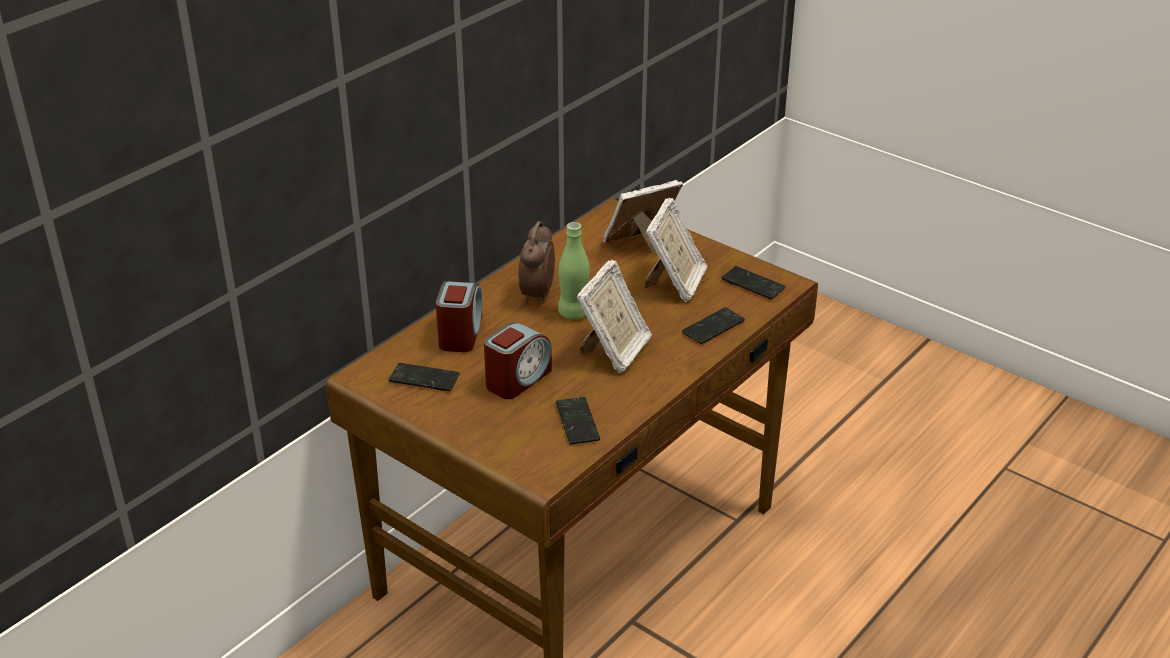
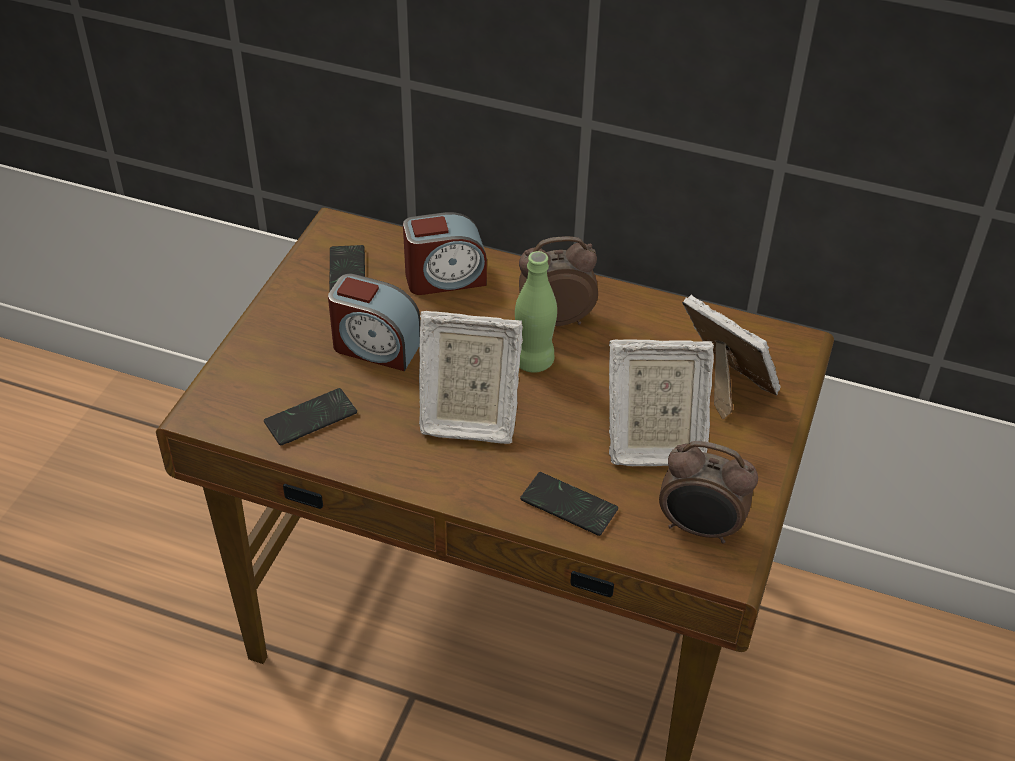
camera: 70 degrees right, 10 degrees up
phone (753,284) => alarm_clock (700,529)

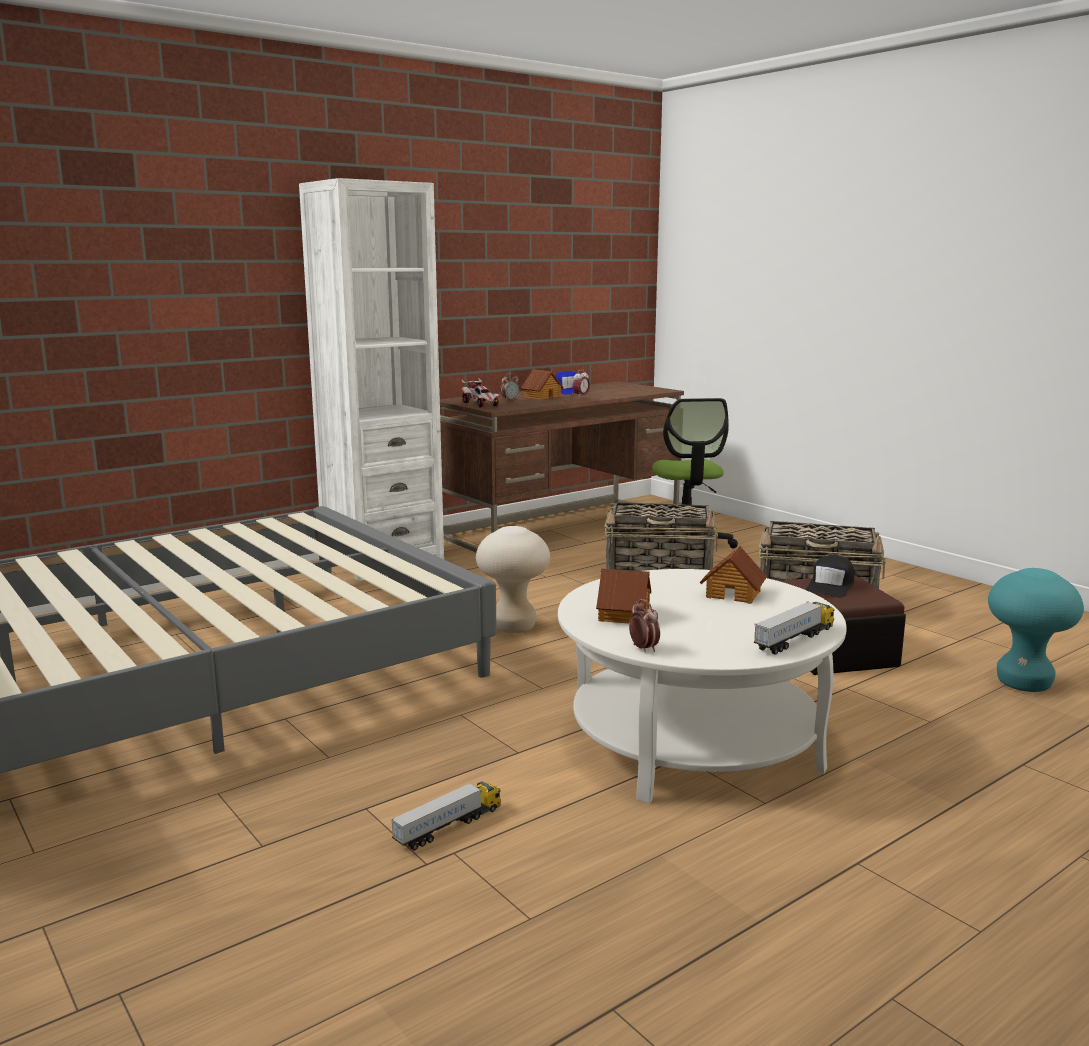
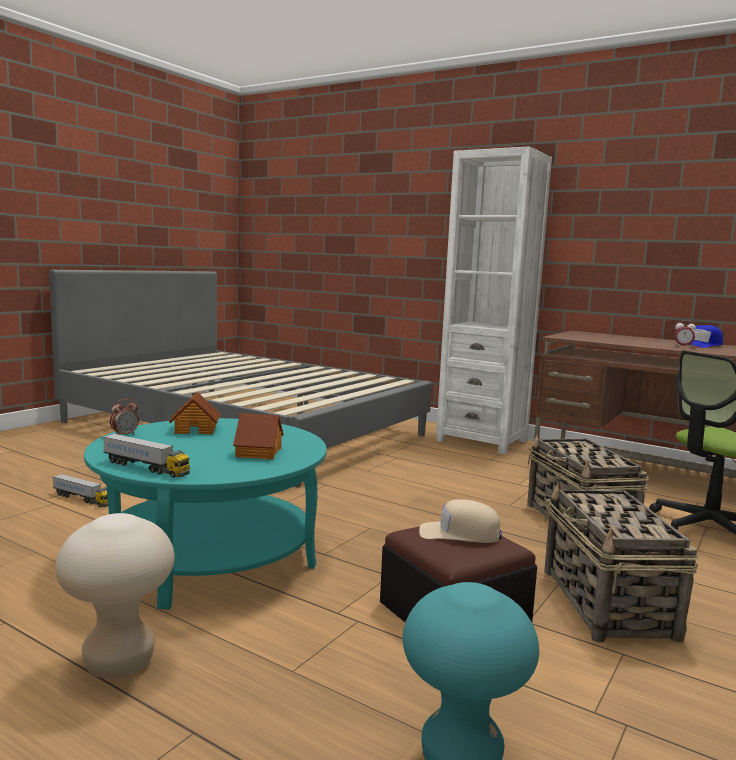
camera: 70 degrees right, 5 degrees down
toy_car (481,404) => nothing
alarm_clock (510,400) => nothing
toy_house (542,397) => nothing
beige_stool (513,627) => beige_stool (119,663), shifted
white_coffee_table (693,740) => turquoise_coffee_table (210,554)
black_cap (830,586) => beige_cap (459,534)

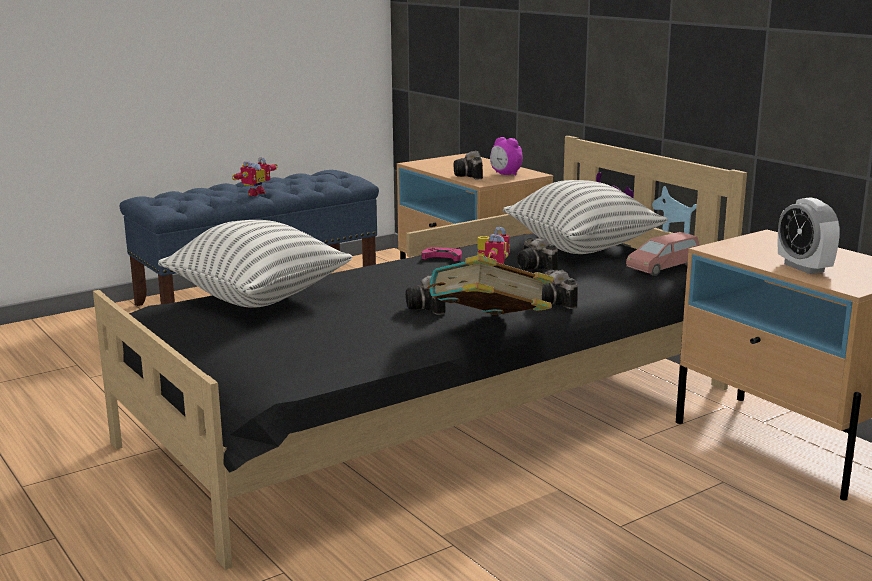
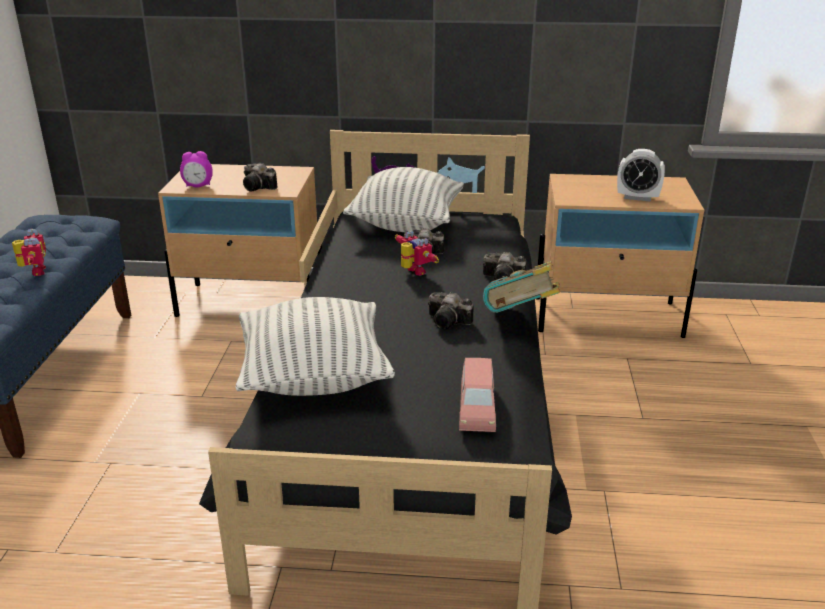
camera: 50 degrees left, 10 degrees up
pink_game_controller (442,257) => nothing
alarm_clock (505,174) => alarm_clock (198,186), shifted
pink_toy_car (663,267) => pink_toy_car (477,408), shifted

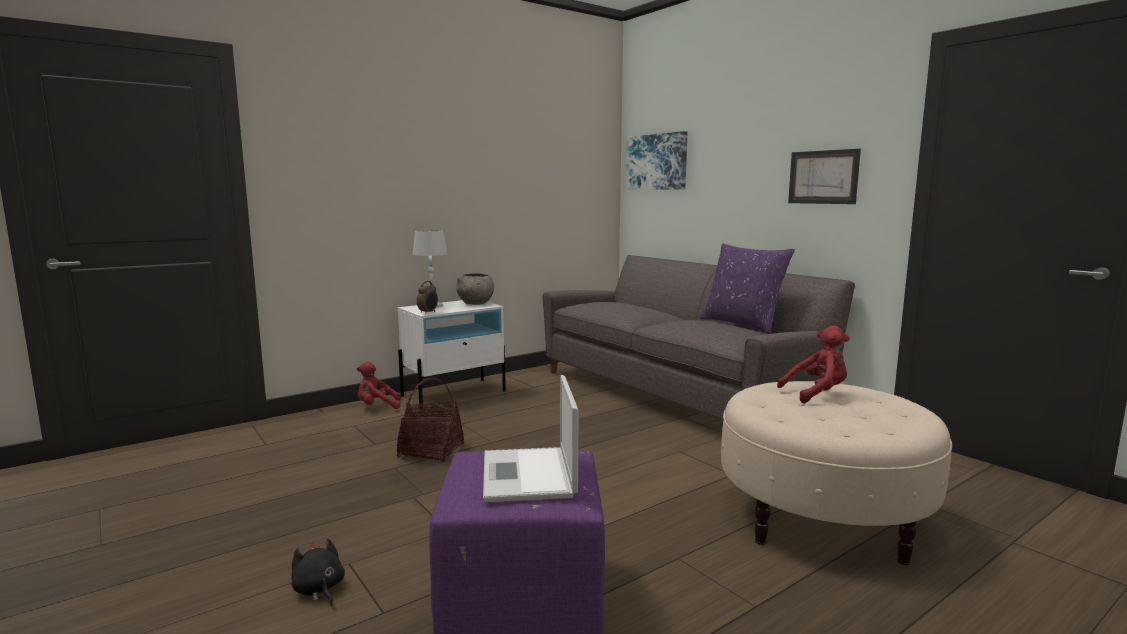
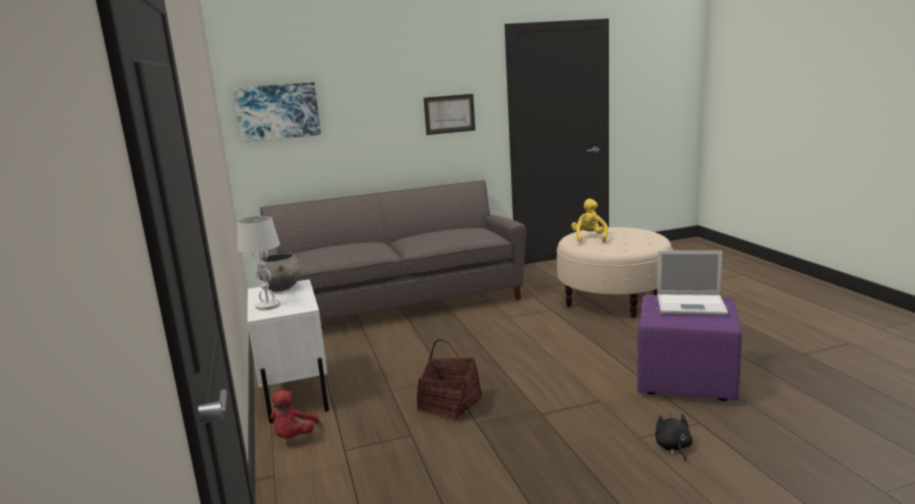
camera: 70 degrees left, 5 degrees up
alarm_clock (428,313) => nothing
purple_pillow (742,324) => nothing
red_plush_toy (817,394) => yellow_plush_toy (589,238)
black_plush_toy (319,589) => black_plush_toy (673,447), 105 degrees clockwise

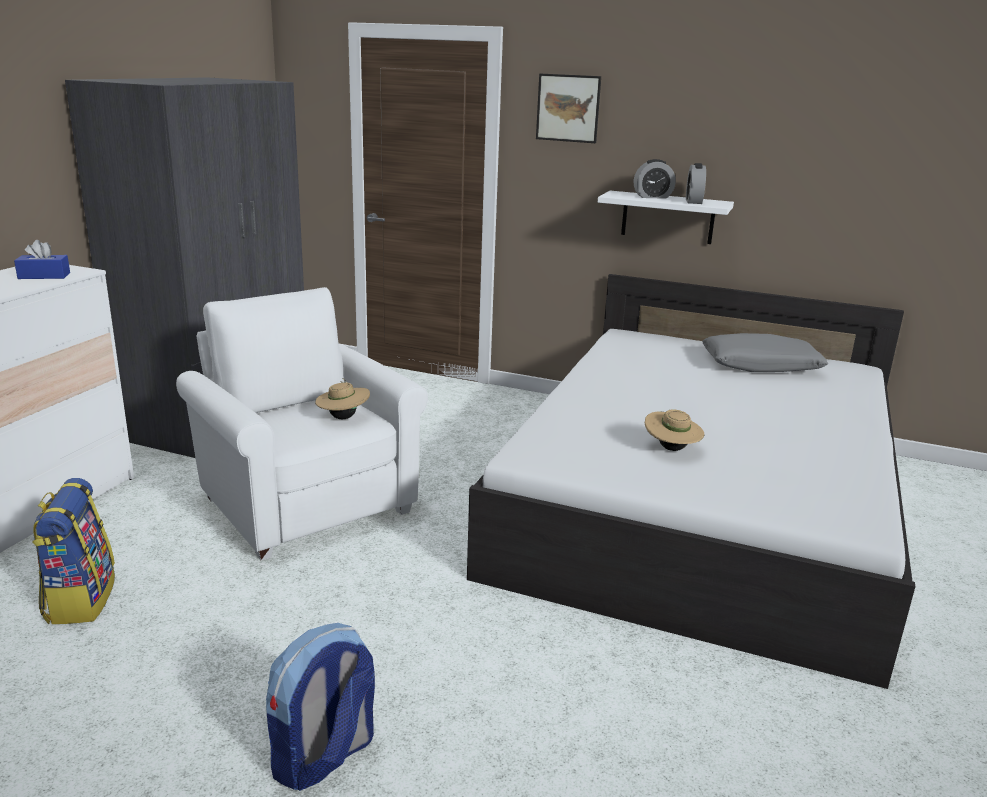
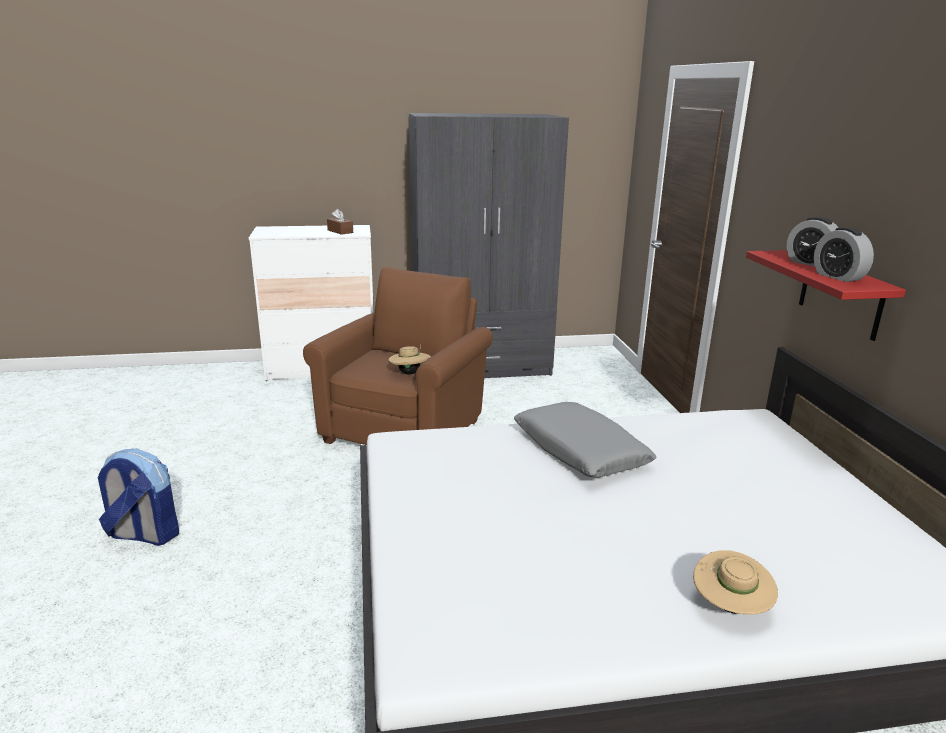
camera: 60 degrees right, 0 degrees up
backpack (80,599) => nothing
picture (568,108) => nothing
beige_hat (671,449) => beige_hat (730,607), shifted
grey_pillow (760,365) => grey_pillow (579,451), shifted
blue_tissue_box (44,276) => brown_tissue_box (340,231)
white_armchair (305,500) => brown_armchair (407,429)
white_shelf (667,217) => red_shelf (840,294)
alarm_clock (693,201) => alarm_clock (838,277), 90 degrees counterclockwise

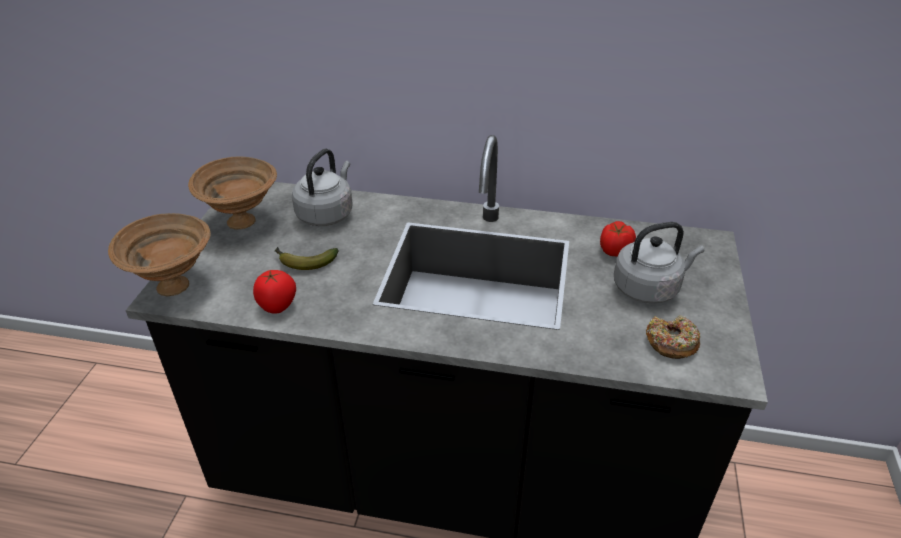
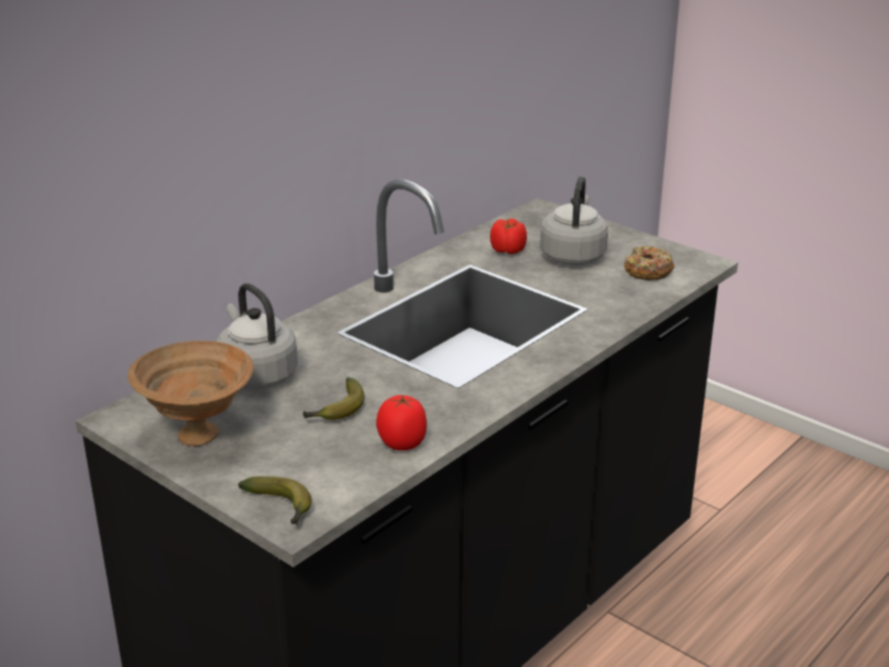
camera: 60 degrees left, 10 degrees down
brown_bowl (175,285) => banana (281,508)

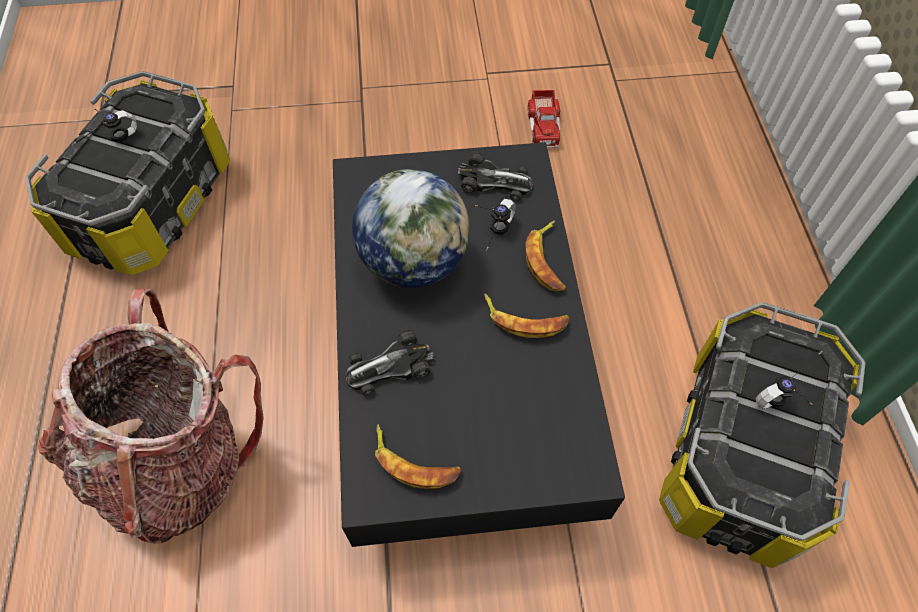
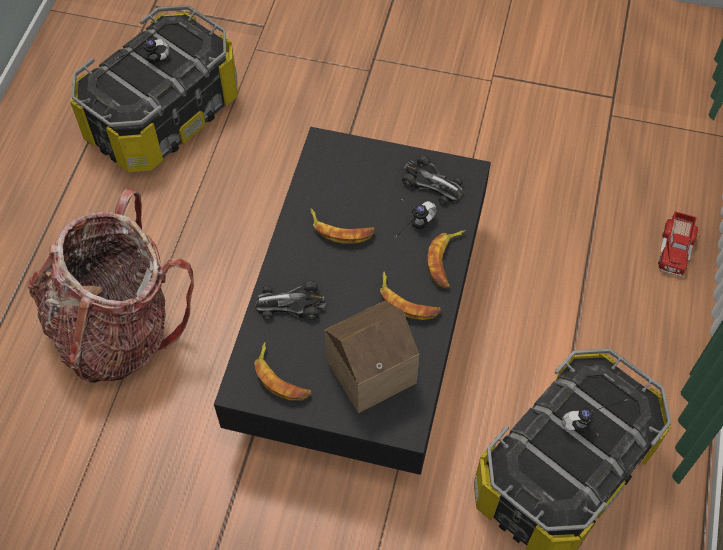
camera: 20 degrees right, 0 degrees up
nothing => toy_house (368,368)
toy_truck (544,125) => toy_truck (675,249), shifted
globe (414,261) => banana (341,230)

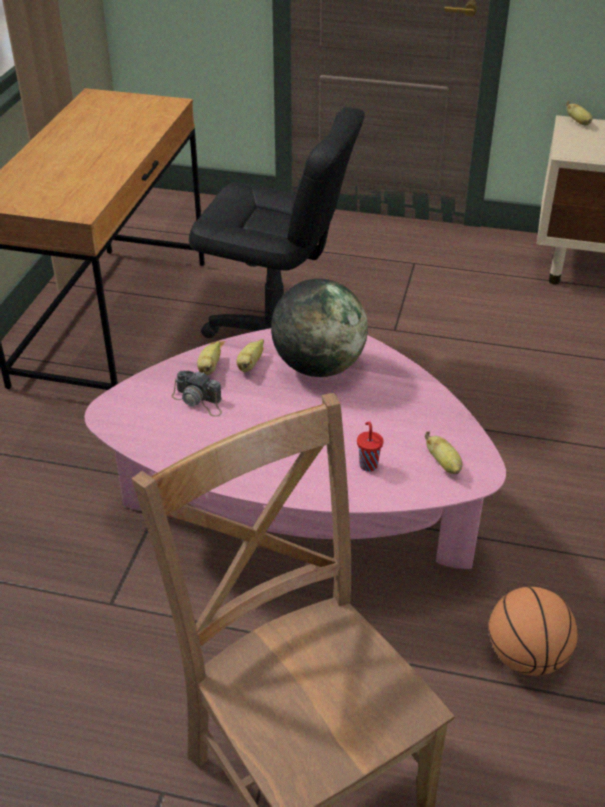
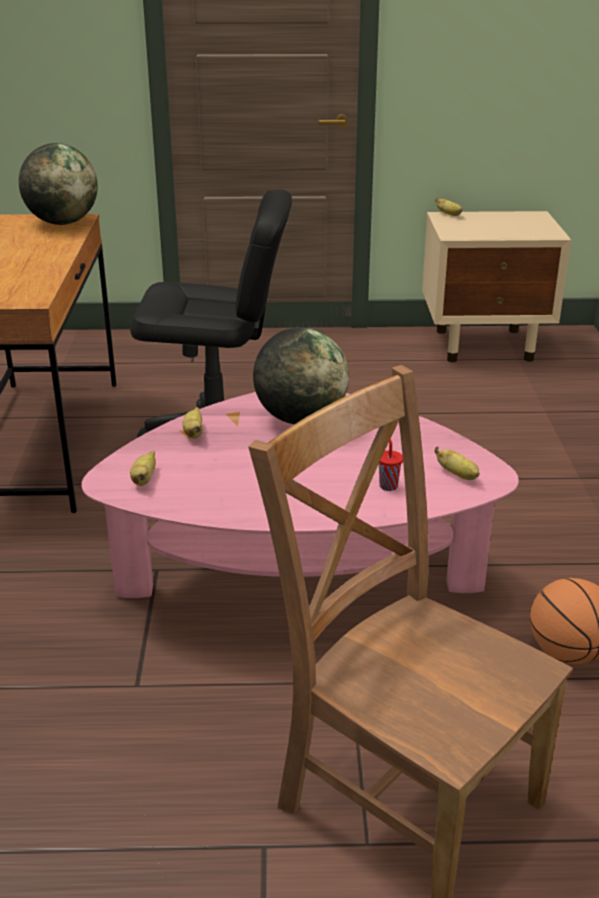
camera: 15 degrees left, 10 degrees down
photo_camera (199,401) => nothing
nothing => globe (62,223)
banana (250,364) => banana (144,479), shifted

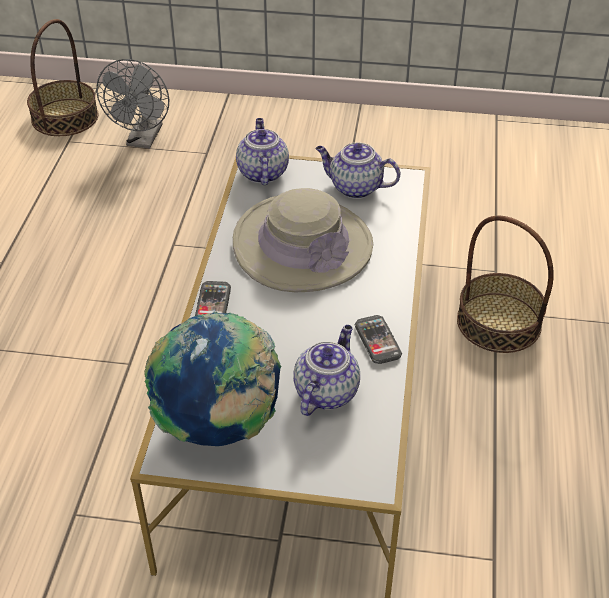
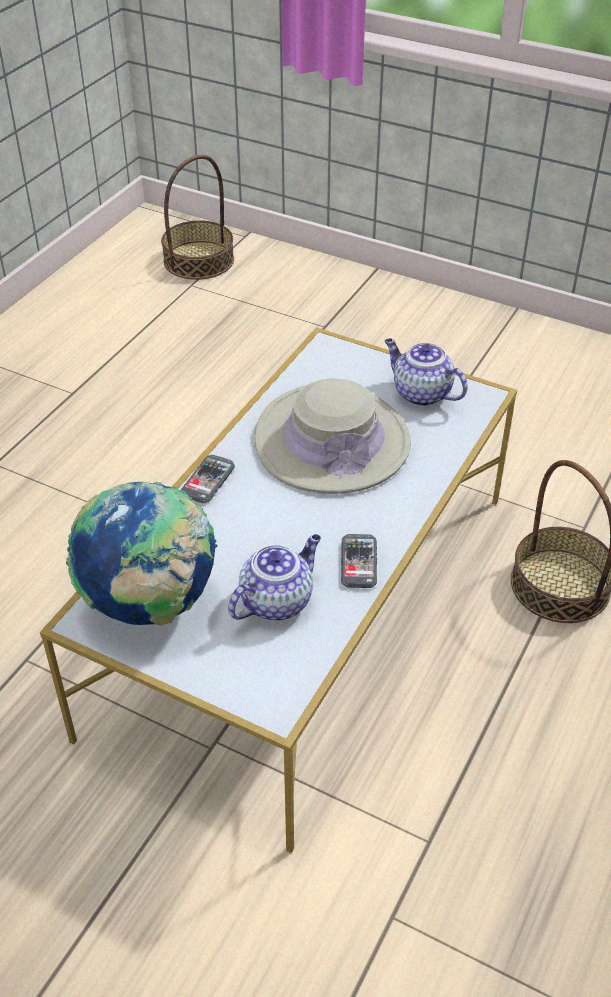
camera: 20 degrees right, 0 degrees up
grey_fan (143,140) => nothing
teapot (262,172) => nothing

